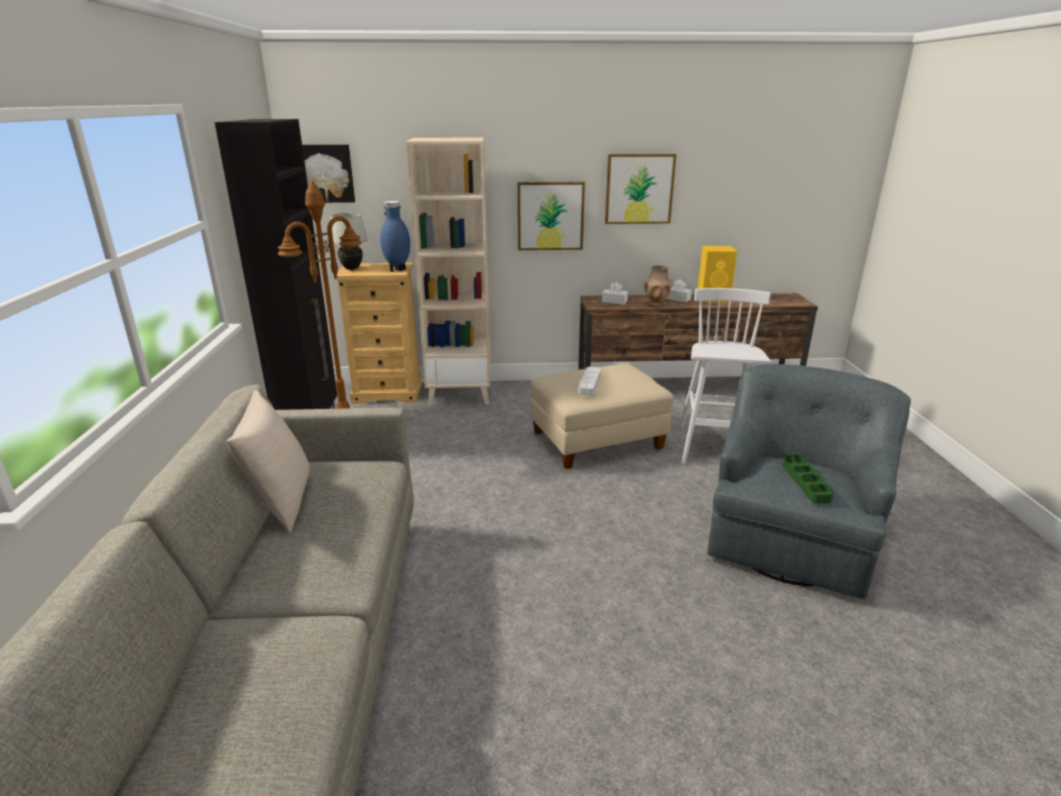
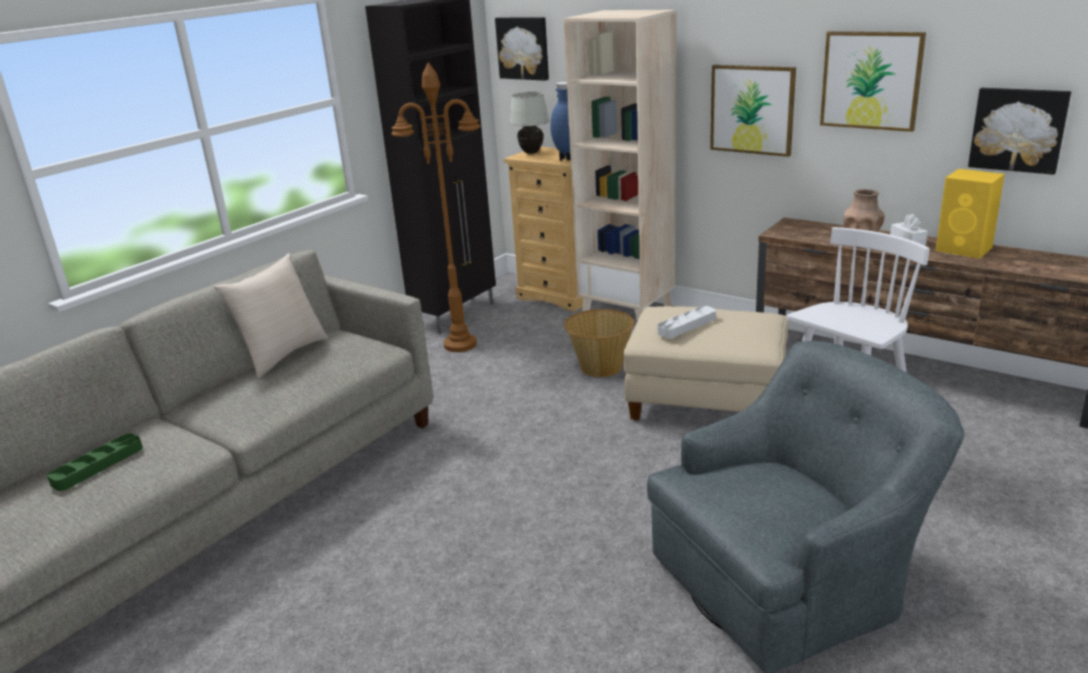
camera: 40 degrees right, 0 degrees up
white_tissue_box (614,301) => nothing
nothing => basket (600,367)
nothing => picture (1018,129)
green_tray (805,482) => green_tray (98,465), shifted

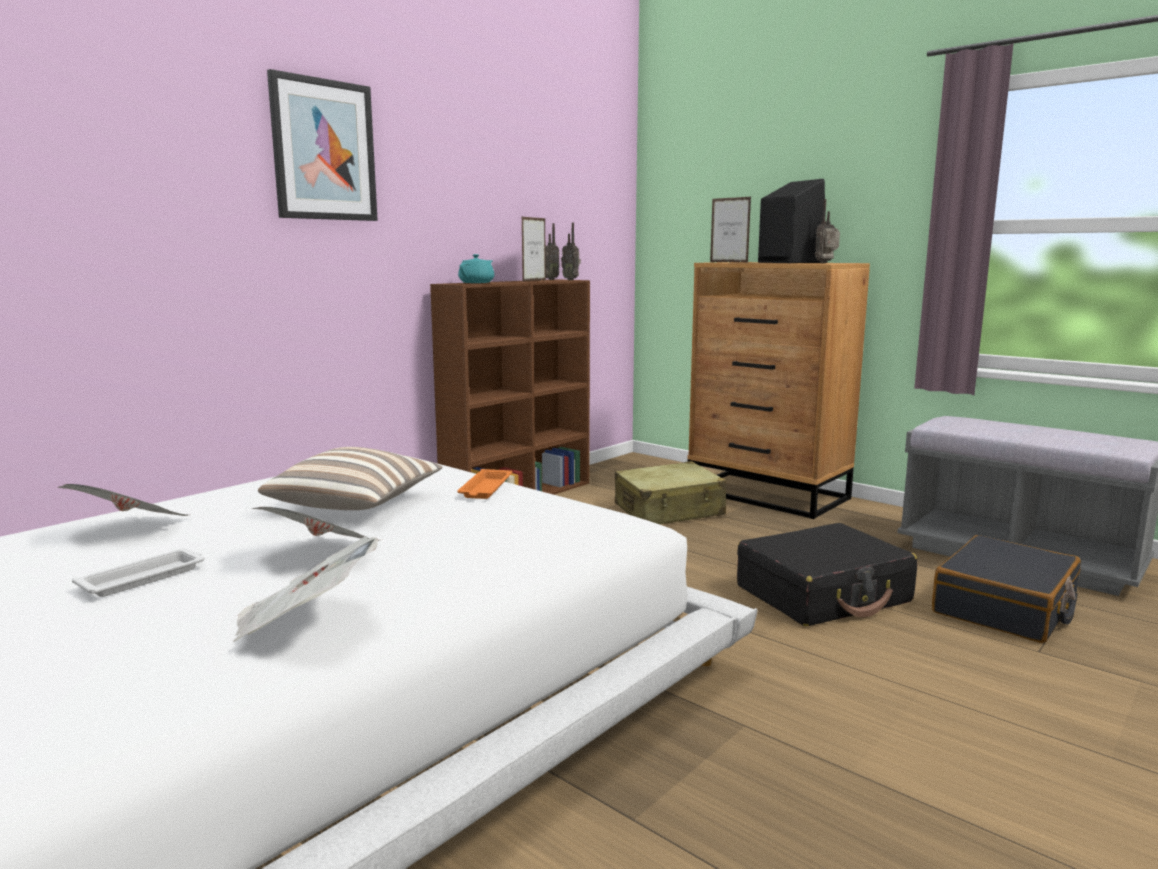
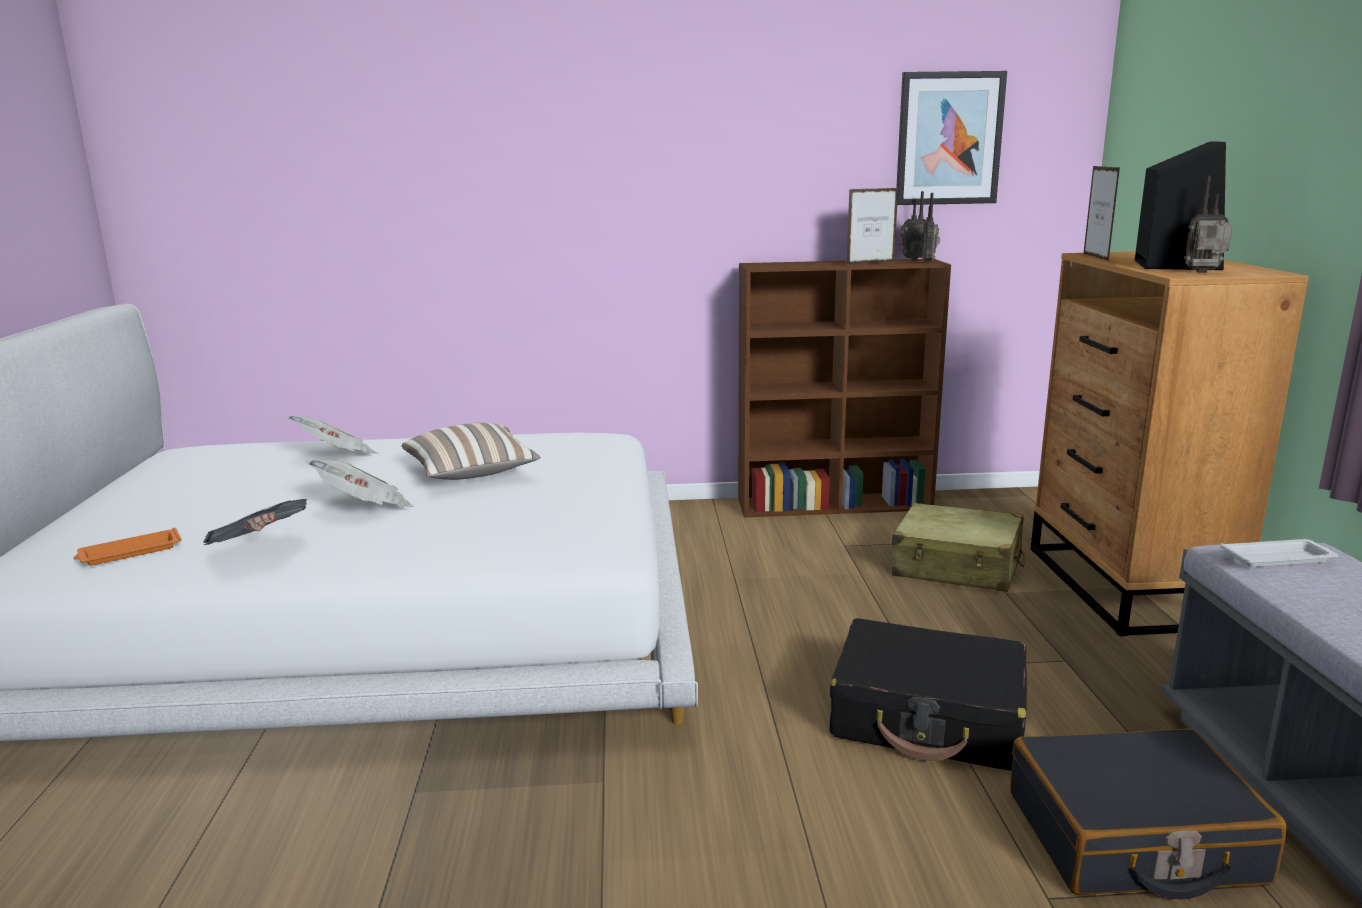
camera: 45 degrees right, 5 degrees up
turquoise_teapot (477,283) => nothing
white_tray (145,578) => white_tray (1279,559), shifted
picture (324,150) => picture (949,139), shifted
orange_tray (485,489) => orange_tray (129,553), shifted

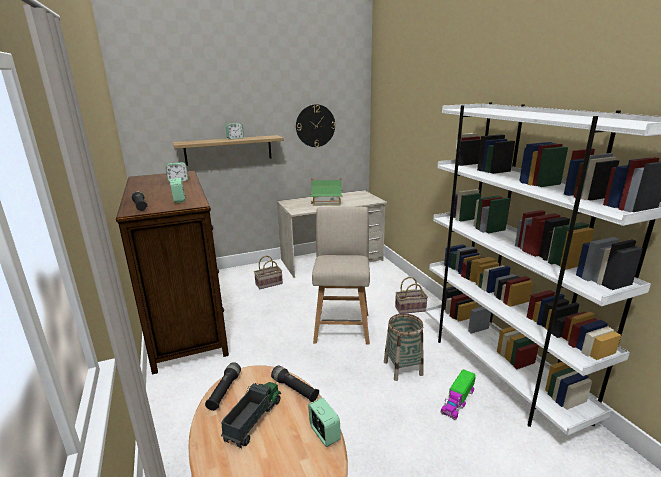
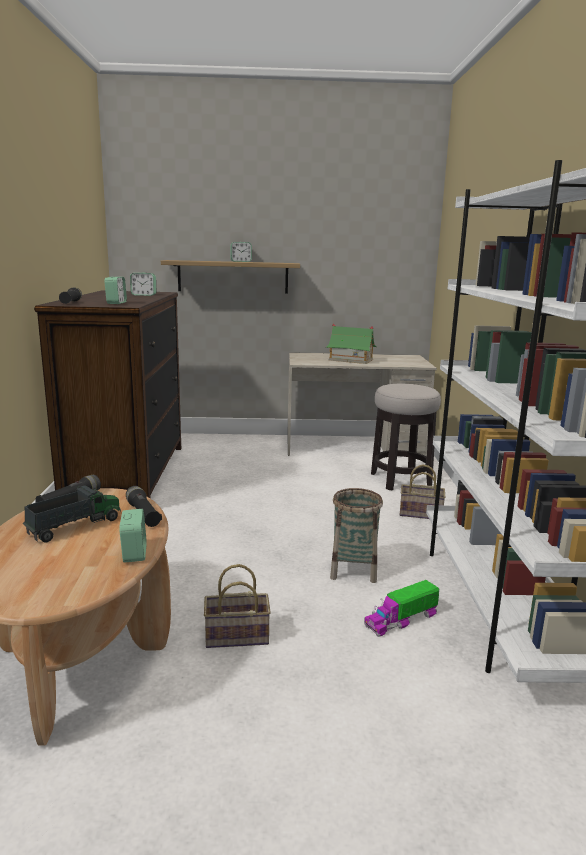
camera: 20 degrees right, 5 degrees down
wall_clock (315,126) => nothing
beige_chair (342,325) => nothing
nothing => stool (400,480)
basket (268,284) => basket (235,637), shifted

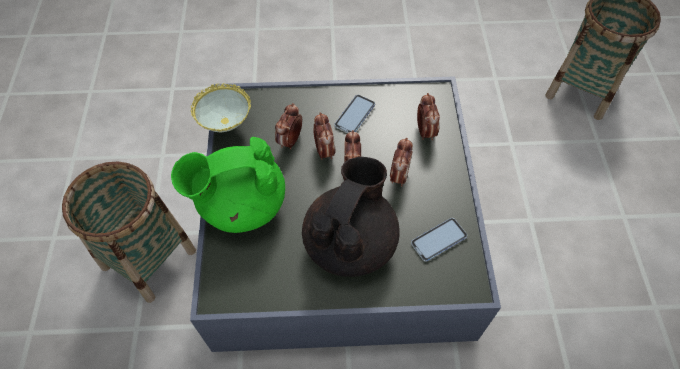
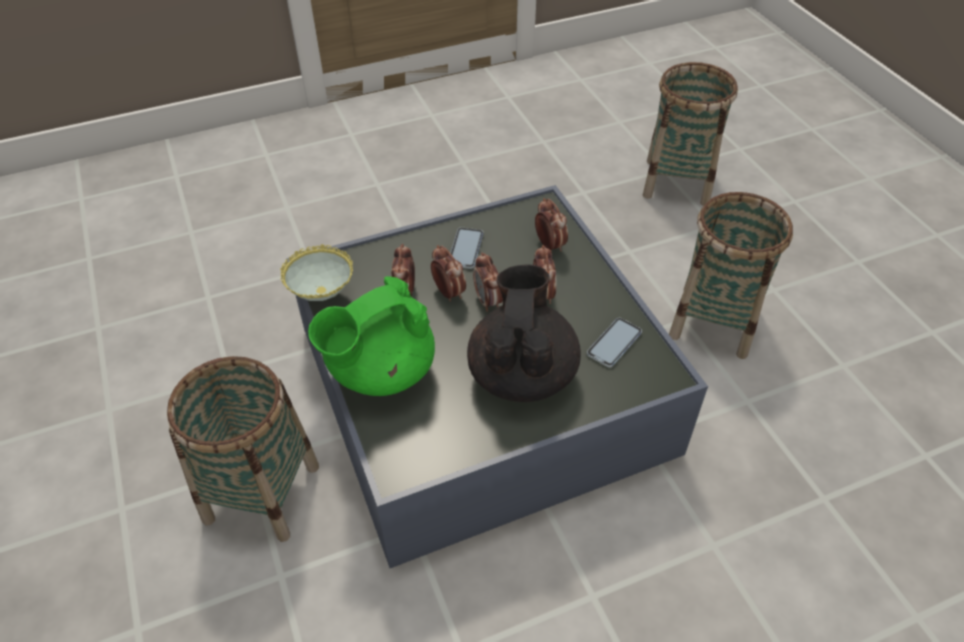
camera: 20 degrees left, 10 degrees down
nothing => basket (714,322)

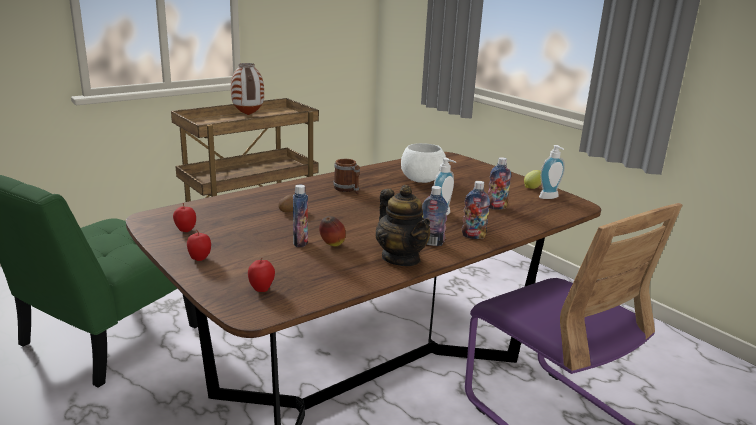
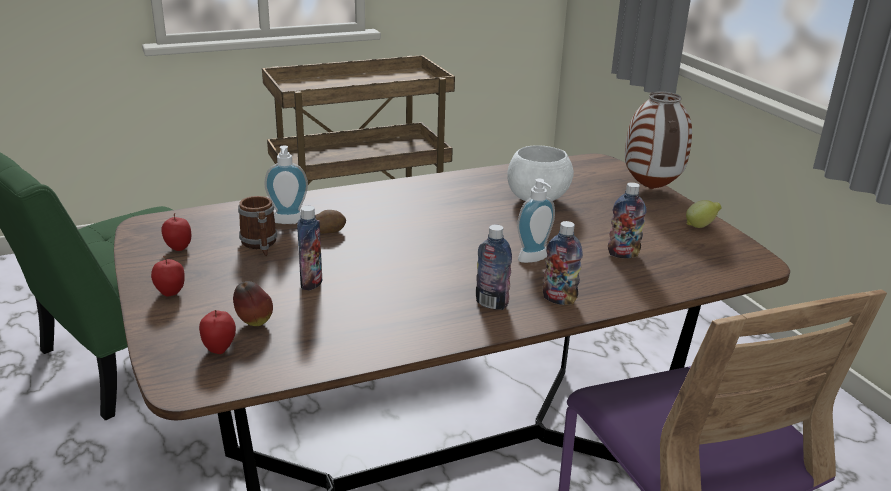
camera: 15 degrees right, 5 degrees up
teapot (401,258) => nothing
vase (249,115) => vase (652,189), shifted
apple (332,245) => apple (253,322), shifted
mug (348,189) => mug (260,245), shifted
soap_dispenser (550,198) => soap_dispenser (288,222), shifted

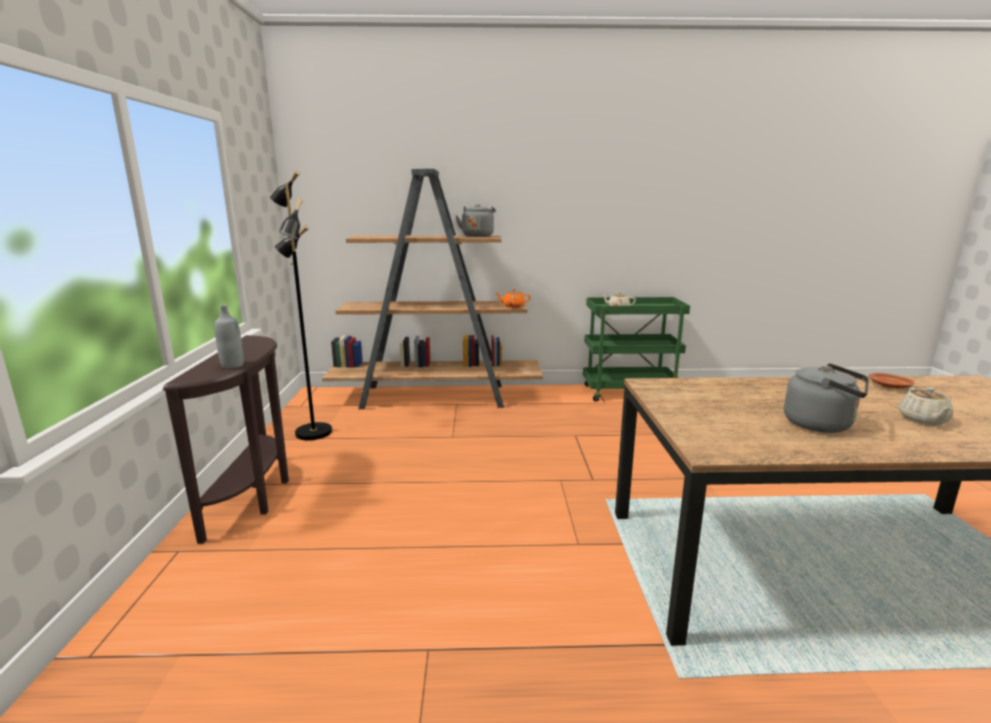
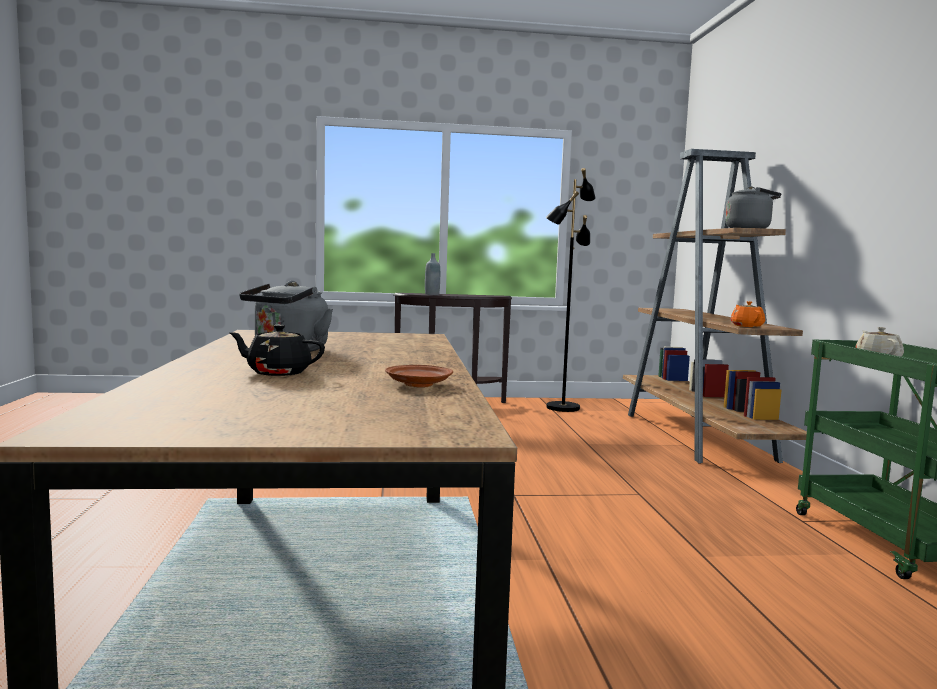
camera: 85 degrees right, 10 degrees down
beige_teapot (923,420) => black_teapot (277,372)

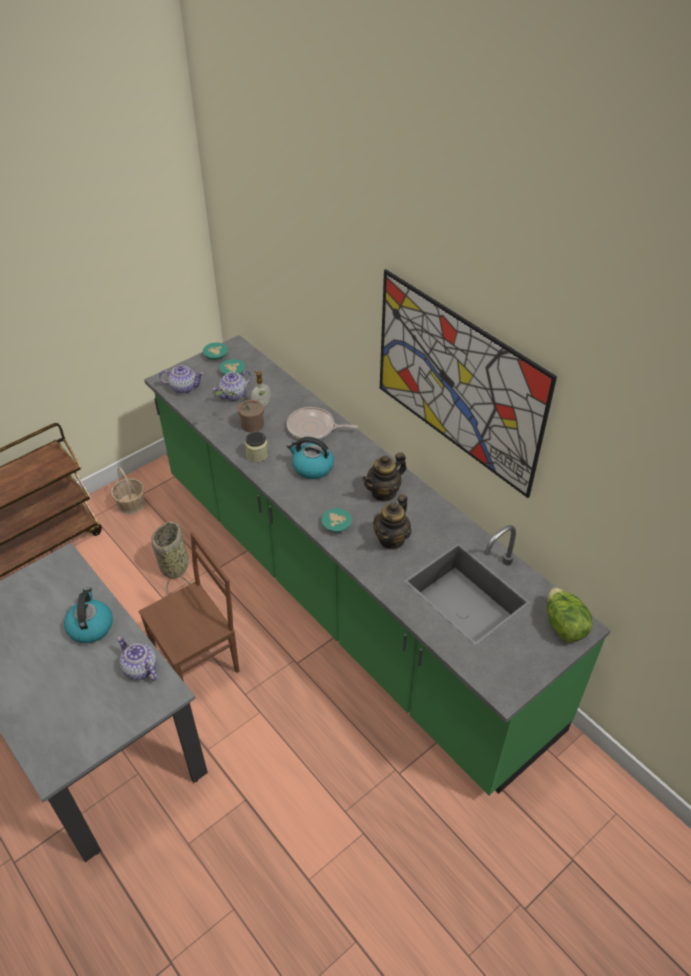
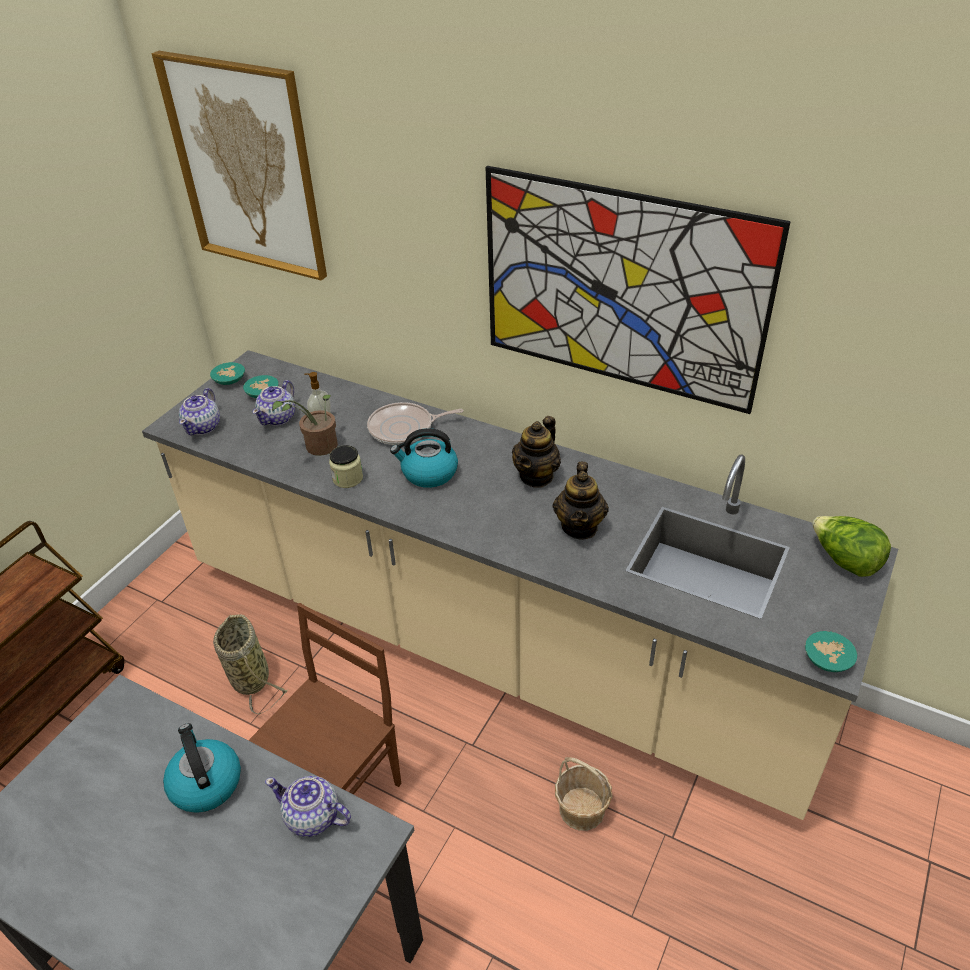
camera: 20 degrees left, 5 degrees down
nothing => picture (246,168)
basket (131,505) => basket (582,809), shifted
turquoise_bowl (336,525) => turquoise_bowl (825,659), shifted
green_counter (345,594) => beige_counter (491,639)
teapot (183,387) => teapot (203,427), 120 degrees clockwise

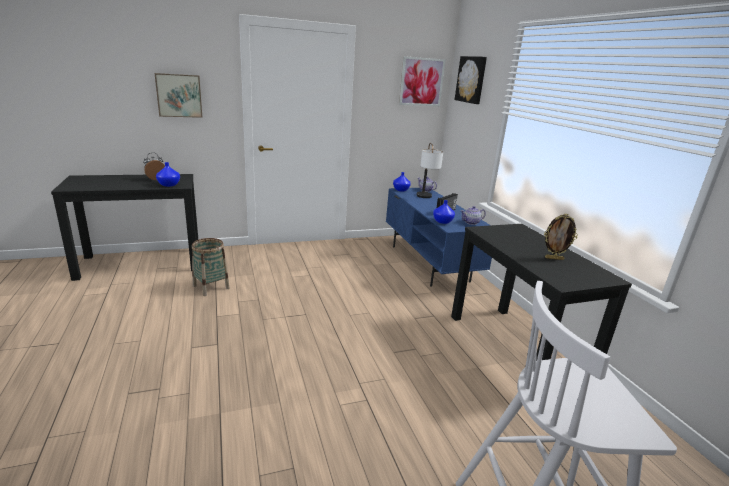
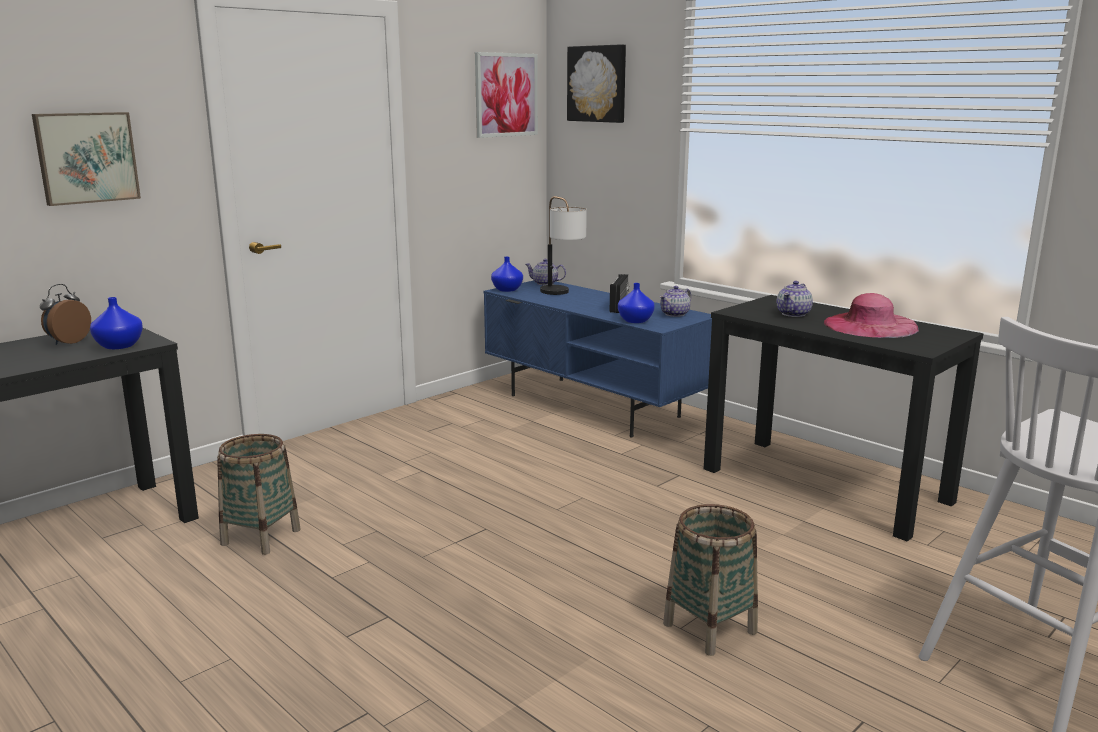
camera: 25 degrees left, 5 degrees down
nothing => basket (710,628)
nothing => teapot (794,314)
picture_frame (554,258) => pink_hat (870,325)

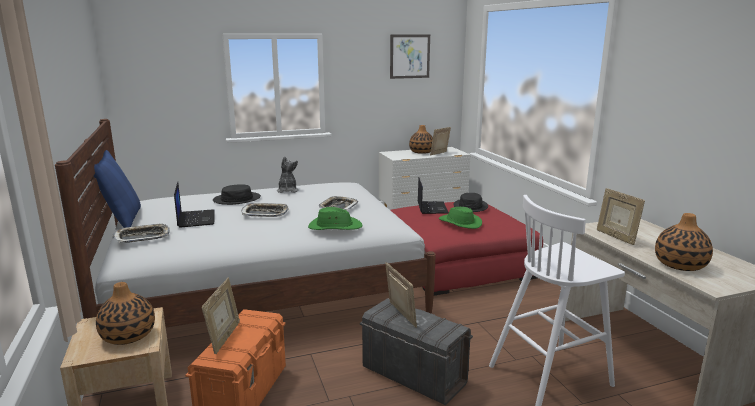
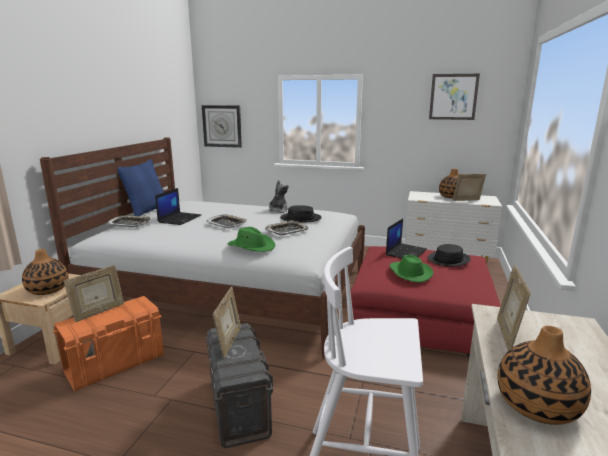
camera: 35 degrees right, 0 degrees up
nothing => wall_clock (222,126)
black_hat (237,199) => black_hat (300,218), shifted

